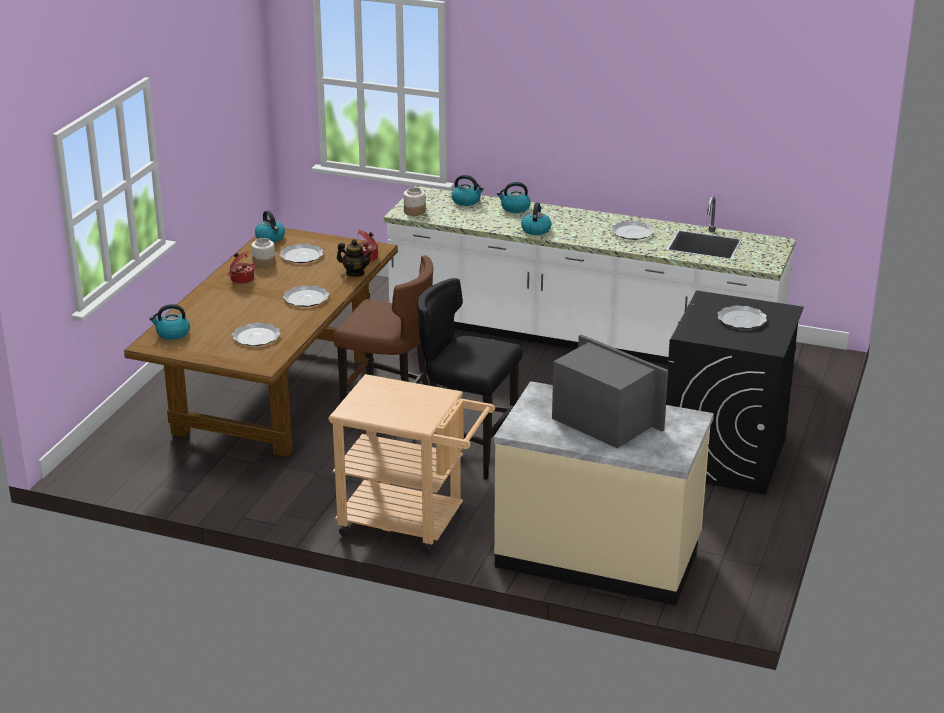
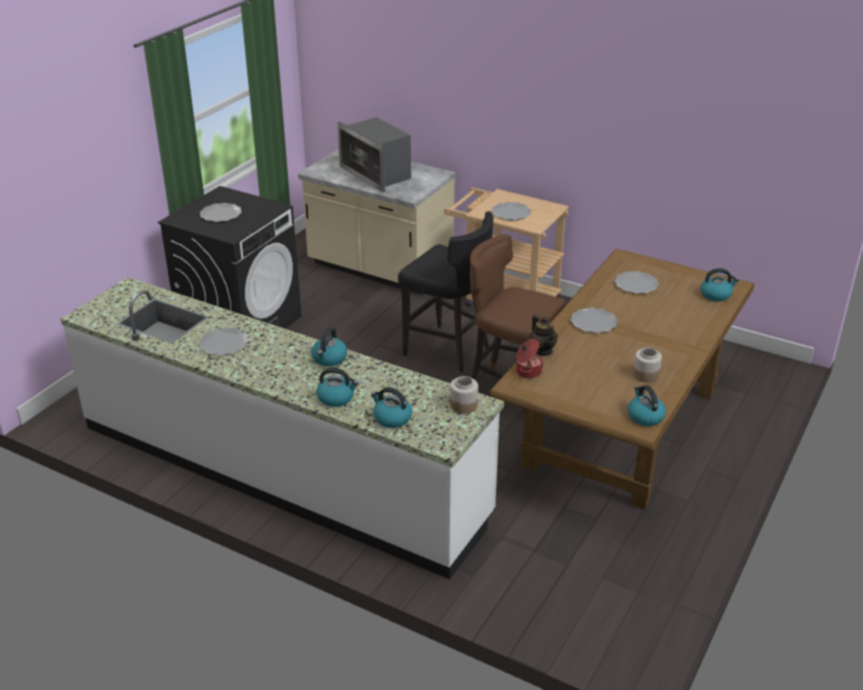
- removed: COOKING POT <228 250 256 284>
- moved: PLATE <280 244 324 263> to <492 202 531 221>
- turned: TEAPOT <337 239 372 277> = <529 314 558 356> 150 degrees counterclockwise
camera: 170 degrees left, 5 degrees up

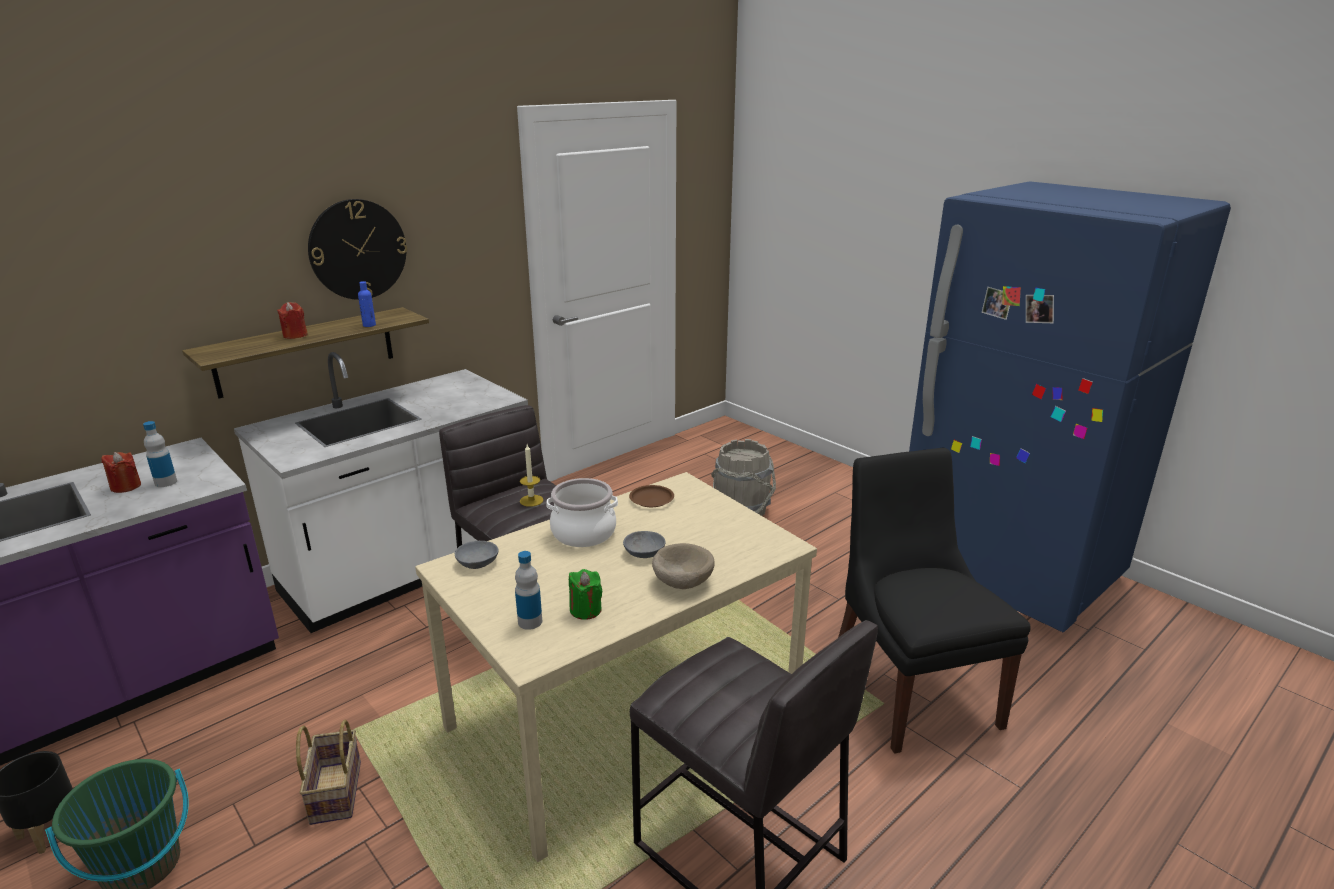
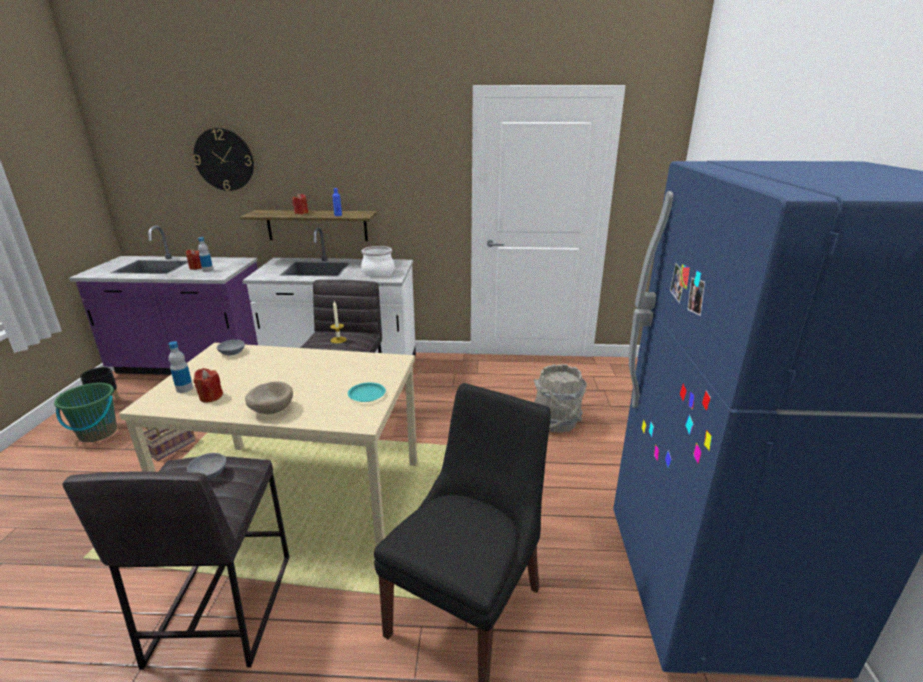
- moved: WALL CLOCK <308 199 407 300> to <193 128 254 191>
- moved: COOKING POT <546 478 618 547> to <361 246 394 277>
- recoloured: GREEN CANDLE <569 569 602 620> to RED CANDLE <193 368 223 403>
- moved: GREY BOWL <623 531 665 558> to <187 453 227 480>
- removed: BROWN PLATE <629 485 674 507>
- added: TURQUOISE PLATE <348 382 386 402>
camera: 45 degrees right, 0 degrees up

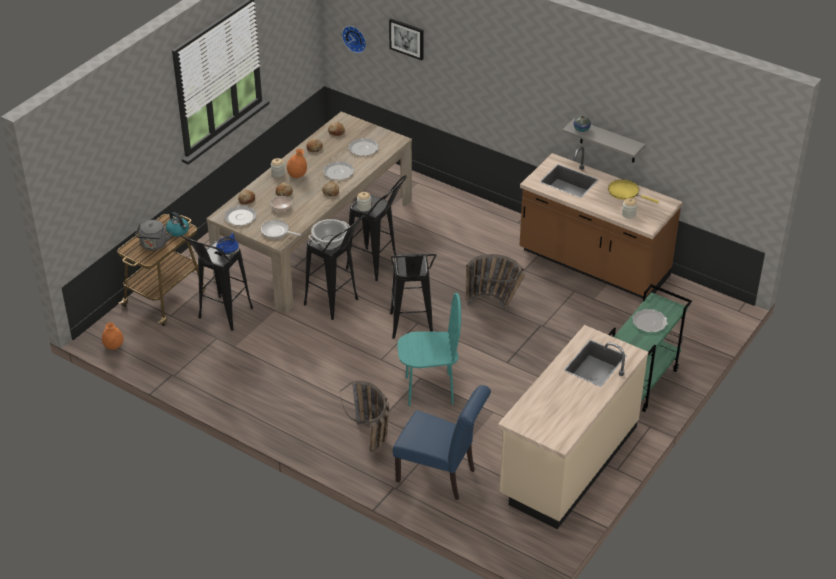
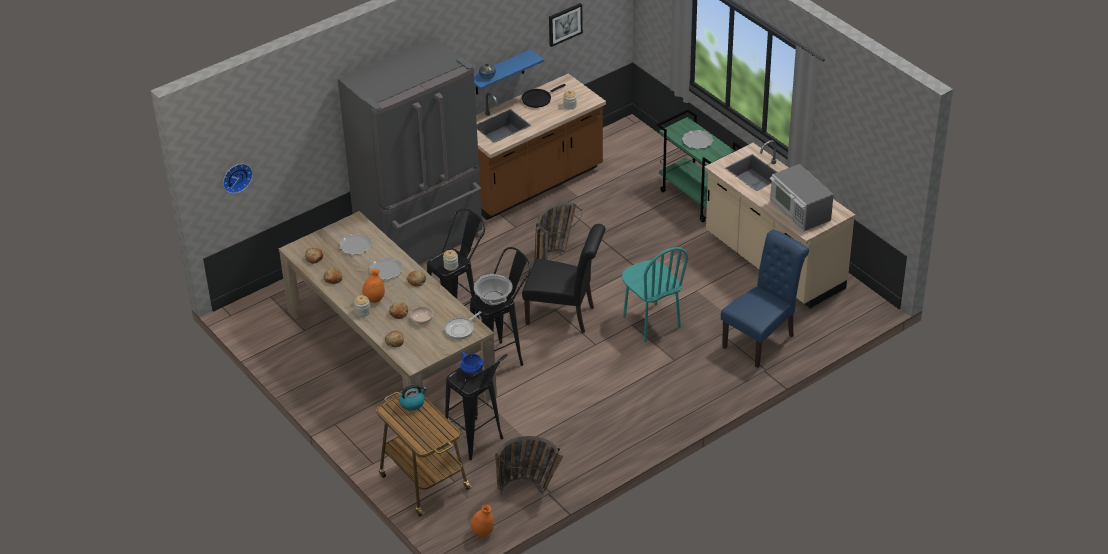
- removed: GREY KETTLE <135 220 171 250>
- removed: PLATE <224 206 257 226>
- moved: BASKET <340 381 389 452> to <495 436 563 495>
- moved: PICTURE <389 19 424 60> to <549 3 583 47>
- replaced: BLACK STOOL <390 254 437 339> to BLACK CHAIR <522 224 606 333>
- turned: TURQUOISE CHAIR <397 293 461 406> = <622 247 688 342> 135 degrees clockwise
- recoloured: GREY SHELF <562 119 645 163> to BLUE SHELF <474 49 544 95>
- recoloured: YELLOW FRYING PAN <608 180 659 203> to BLACK FRYING PAN <521 84 566 108>
- added: GREY FRIDGE <338 38 483 264>
- added: MICROWAVE <770 164 834 231>
camera: 70 degrees left, 0 degrees up

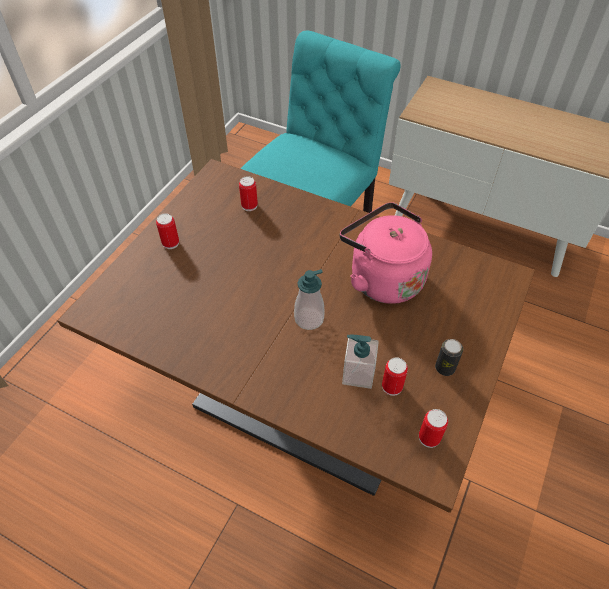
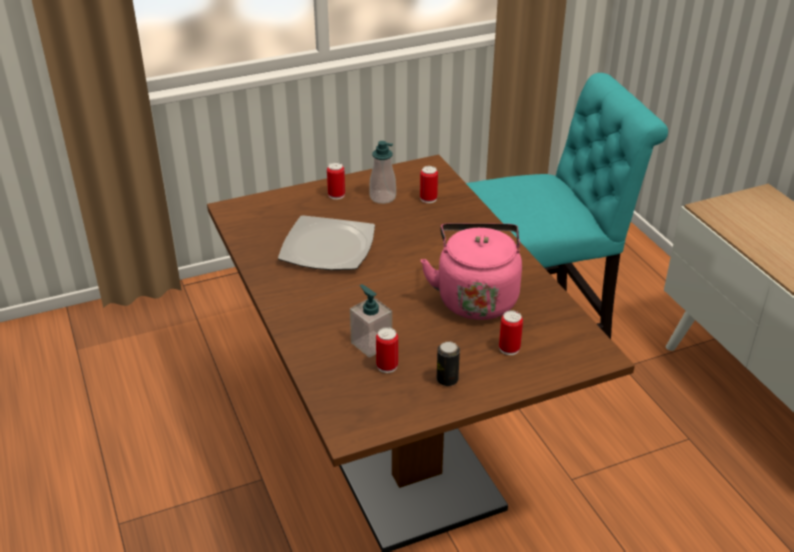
- moved: SOAP DISPENSER <294 269 325 330> to <369 141 396 204>
- moved: CAN <419 409 448 448> to <499 310 523 355>
- added: PLATE <278 215 375 270>
camera: 40 degrees right, 15 degrees down

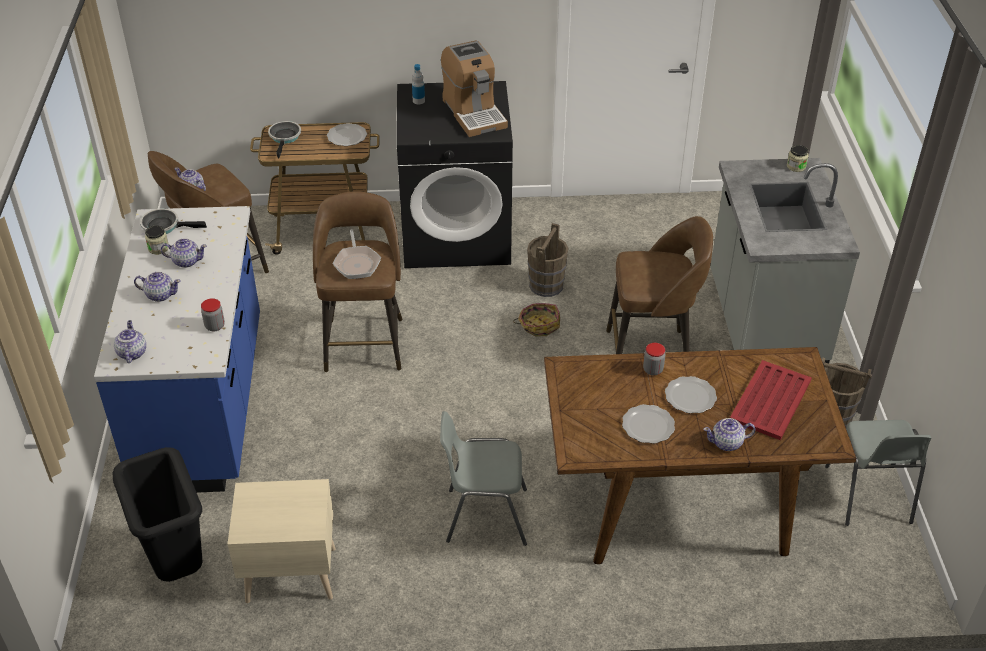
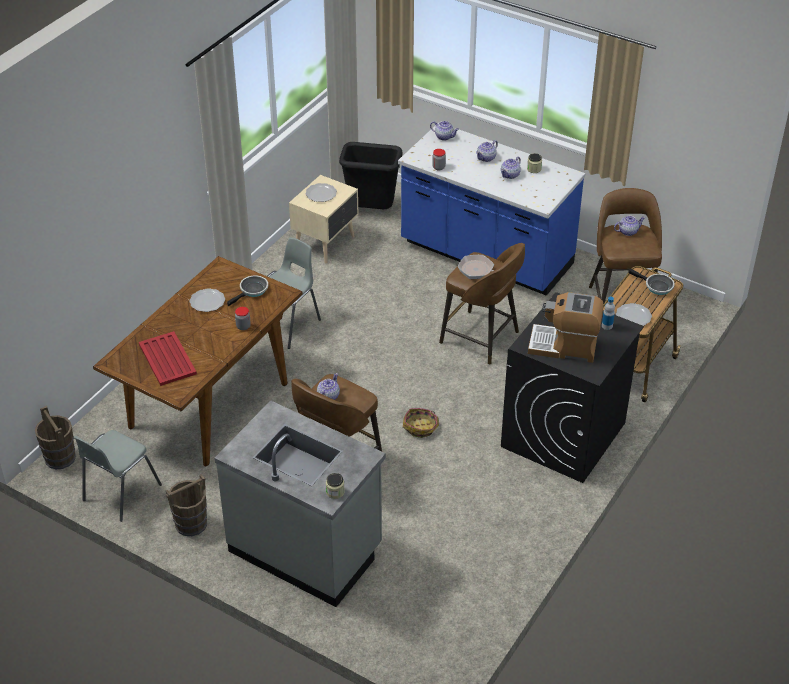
- moved: FRYING PAN <140 208 207 234> to <227 275 268 306>
- moved: BROWN BUCKET <527 223 568 297> to <35 406 76 469>
- moved: PLATE <665 376 717 413> to <306 183 337 202>
- moved: TEAPOT <703 418 756 451> to <317 373 340 400>
- turned: GREY CHAIR <825 420 932 526> = <74 430 162 522> 90 degrees counterclockwise
camera: 125 degrees right, 0 degrees up

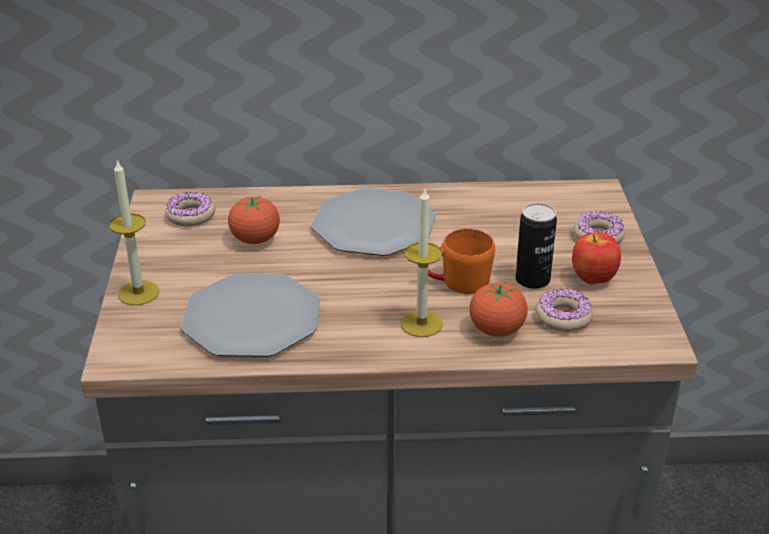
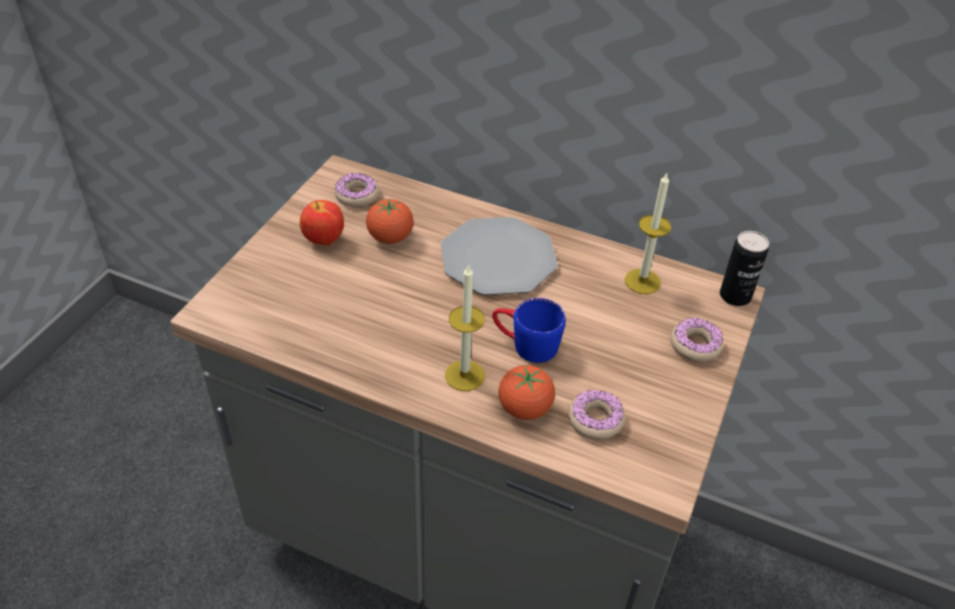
- moved: CANDLE <109 159 159 305> to <625 173 672 294>
- removed: PLATE <180 273 320 357>
- recoloured: ORANGE MUG <428 228 495 294> to BLUE MUG <492 298 566 363>
- moved: CAN <515 203 557 289> to <720 231 769 306>
- moved: APPLE <572 232 621 284> to <300 200 344 246>
camera: 25 degrees right, 10 degrees up

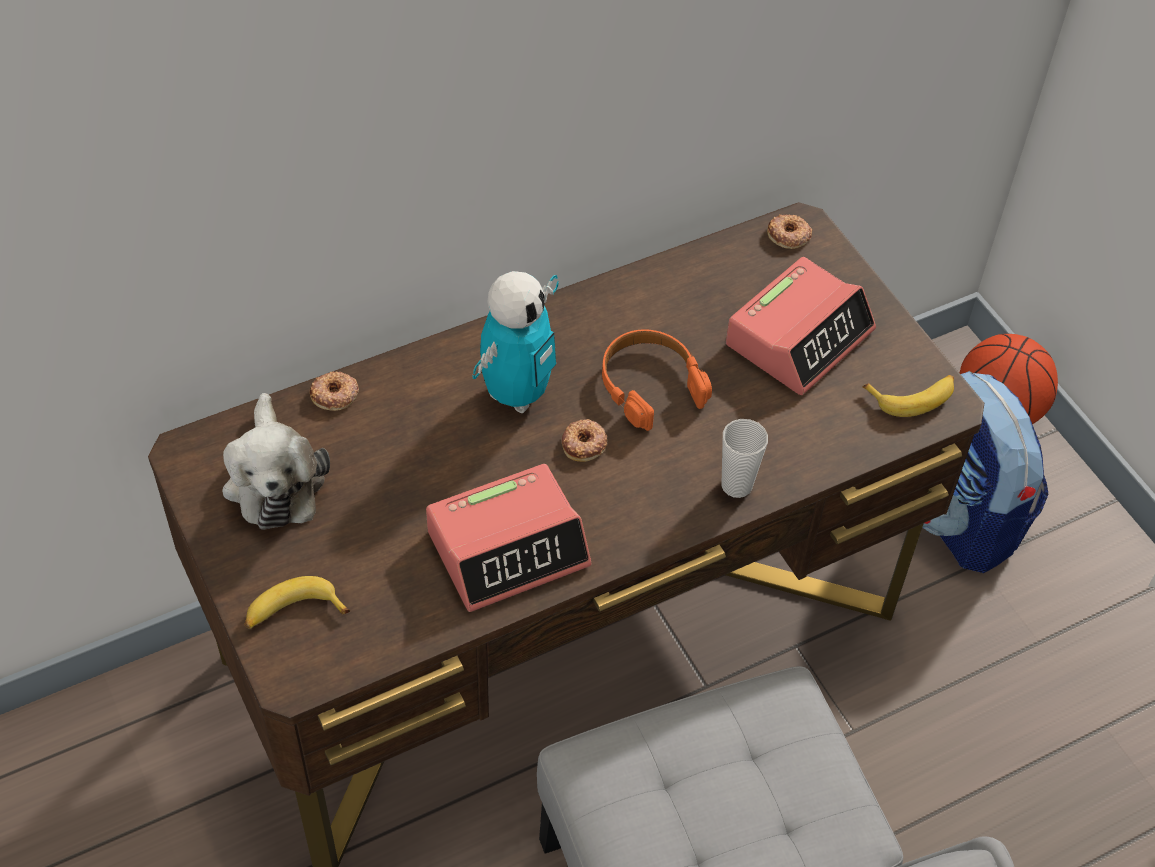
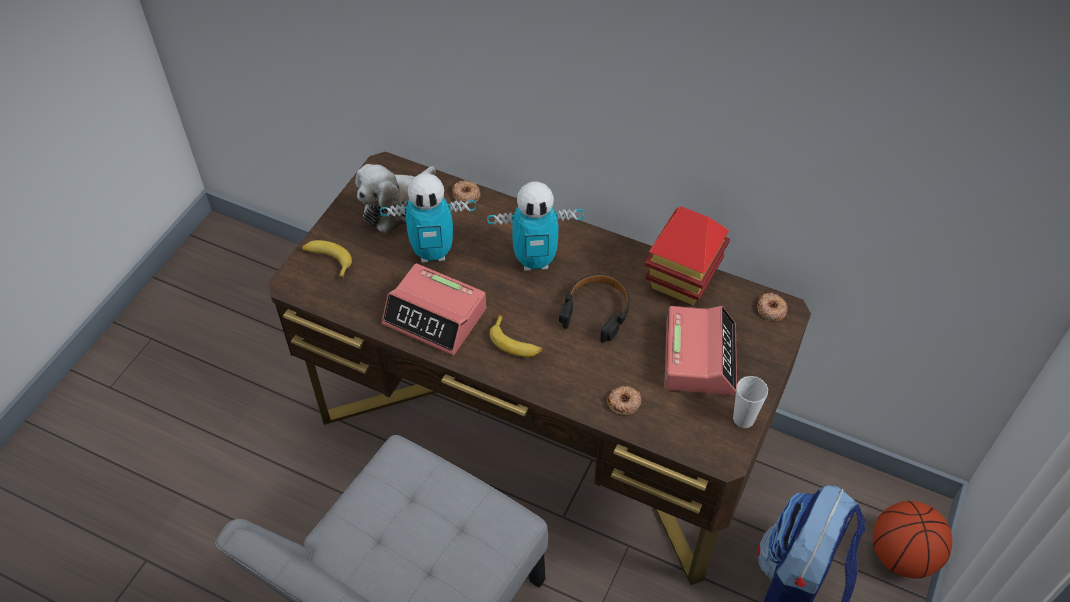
- moved: DONUT <562 419 607 462> to <607 386 642 415>
- recoloured: ORANGE HEADPHONES <602 329 712 431> to BLACK HEADPHONES <559 274 630 343>
- moved: CUP <721 419 768 498> to <733 376 768 428>
- turned: ALARM CLOCK <726 257 876 395> = <664 306 737 395> 90 degrees counterclockwise
- moved: BANANA <862 375 954 417> to <490 314 543 357>
- added: TOY ROBOT <380 173 476 262>
- added: TOY HOUSE <645 206 730 305>
camera: 55 degrees right, 0 degrees up

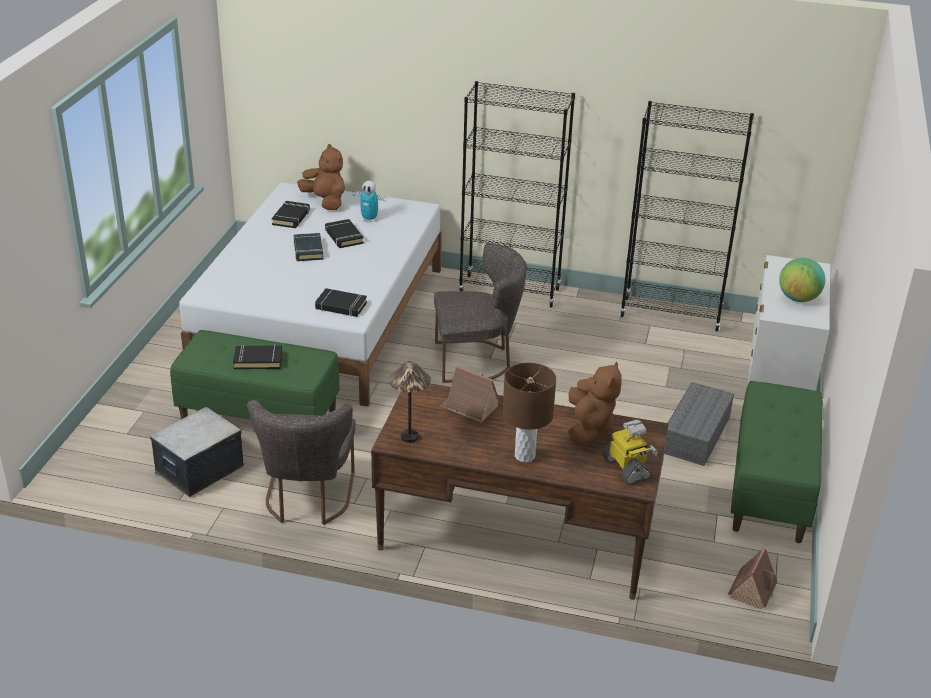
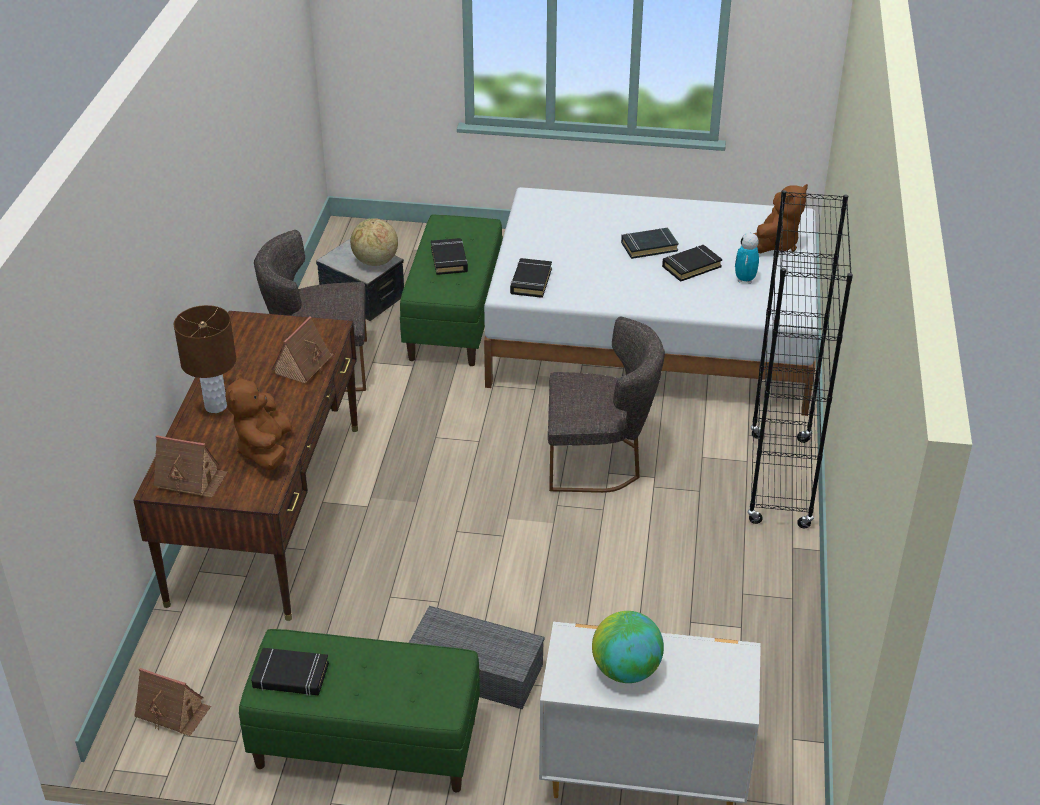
- moved: BLACK BOOK <272 201 310 228> to <251 648 329 696>
- removed: TABLE LAMP <389 361 431 443>
- turned: GREY CHAIR <434 243 527 383> = <548 317 665 493> 75 degrees counterclockwise
- turned: BROWN PLUSH TOY <568 361 622 446> = <225 373 292 470> 90 degrees clockwise
- replaced: TOY ROBOT <602 420 658 485> to TOY HOUSE <154 435 227 498>
- removed: BLACK BOOKCASE <620 101 754 331>
- added: GLOBE <350 218 398 266>
camera: 85 degrees right, 5 degrees up

